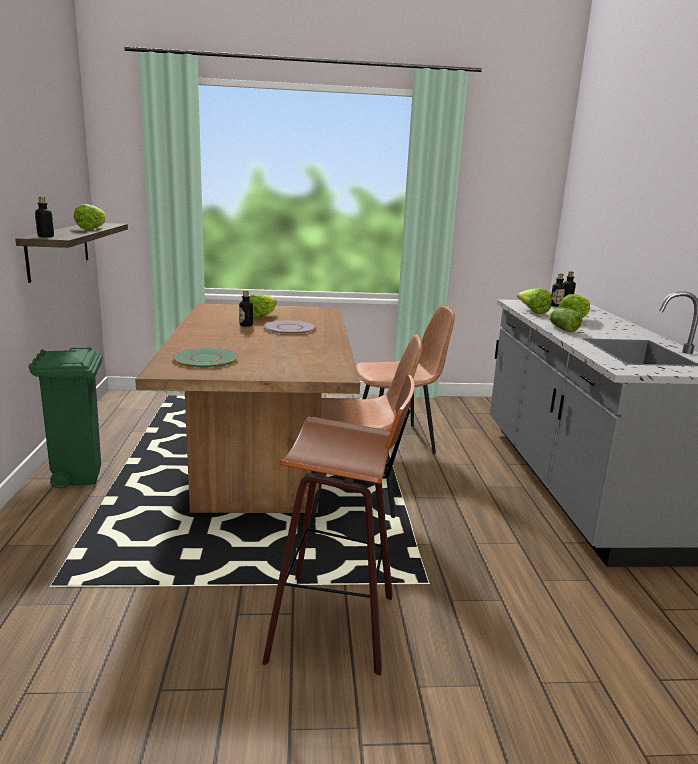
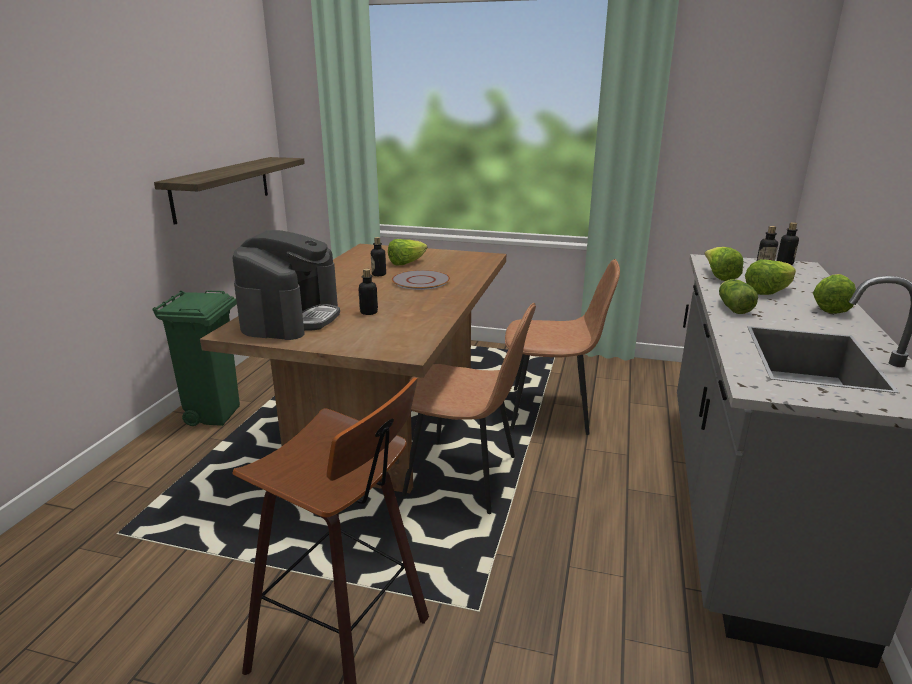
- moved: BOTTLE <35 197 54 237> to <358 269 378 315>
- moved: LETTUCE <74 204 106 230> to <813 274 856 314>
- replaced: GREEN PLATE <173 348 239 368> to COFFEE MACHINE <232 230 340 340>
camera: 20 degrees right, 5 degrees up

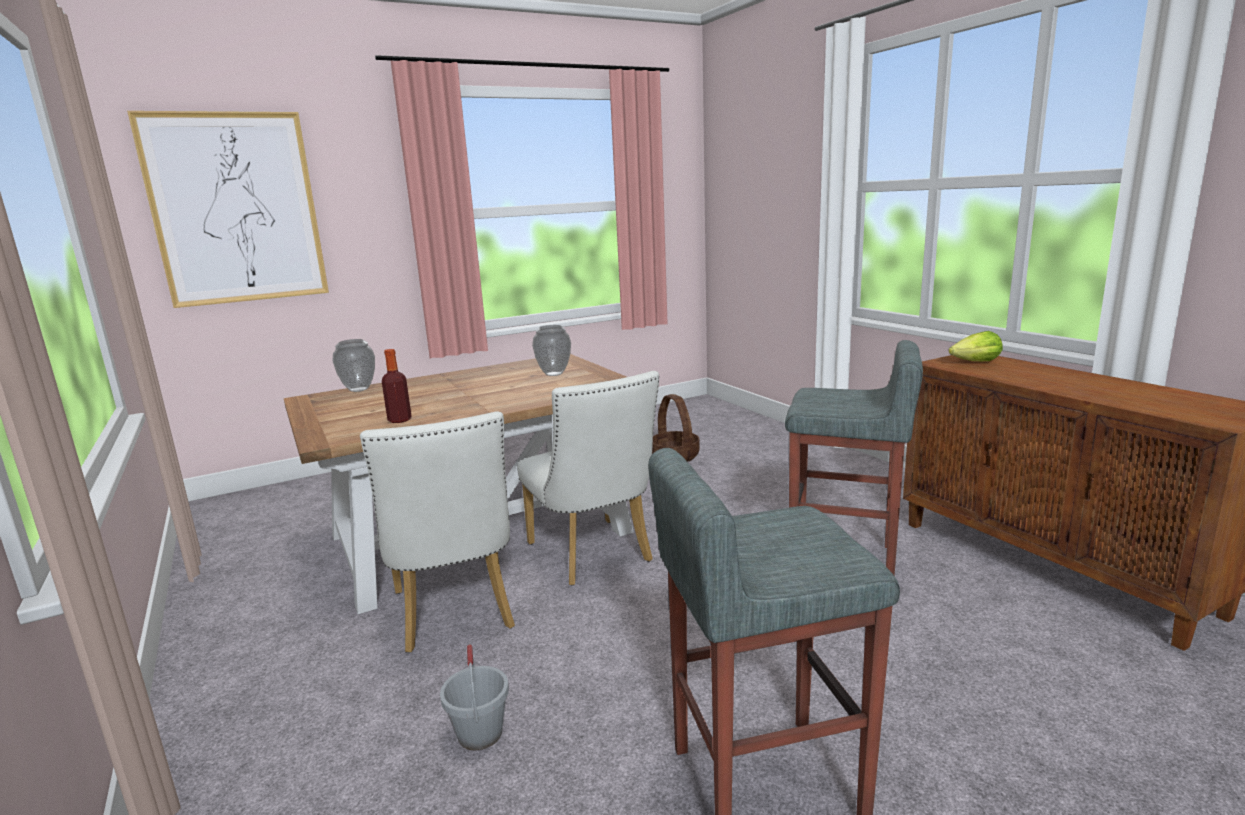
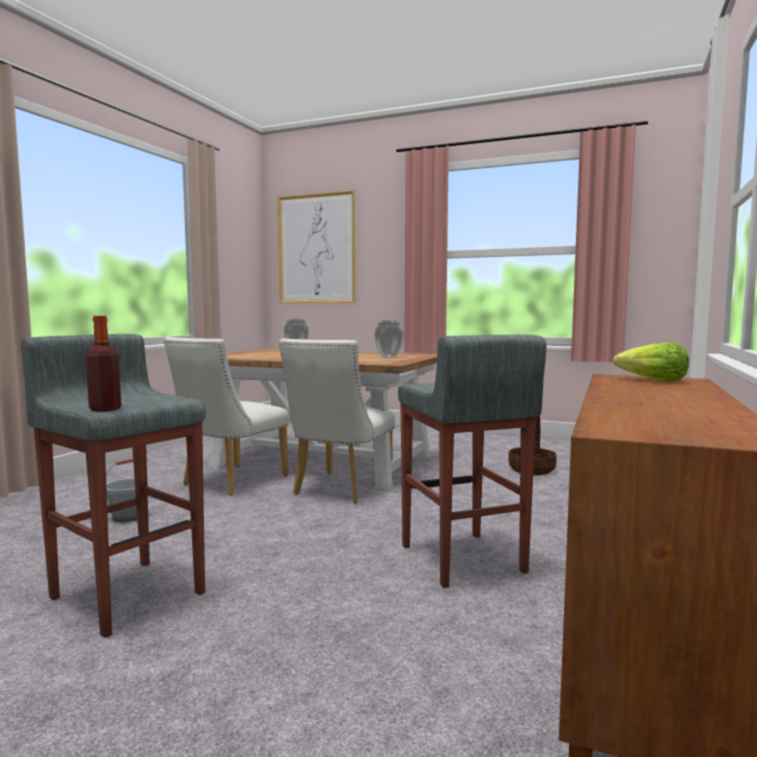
- moved: BOTTLE <382 349 412 423> to <86 316 121 412>
camera: 50 degrees right, 10 degrees down

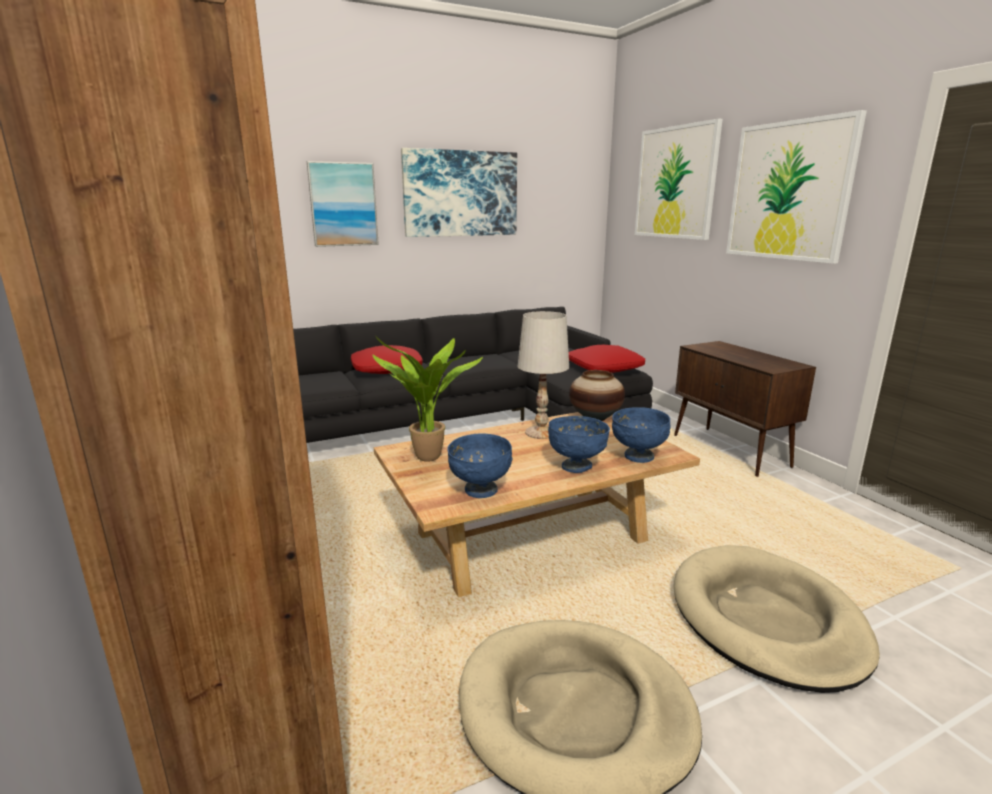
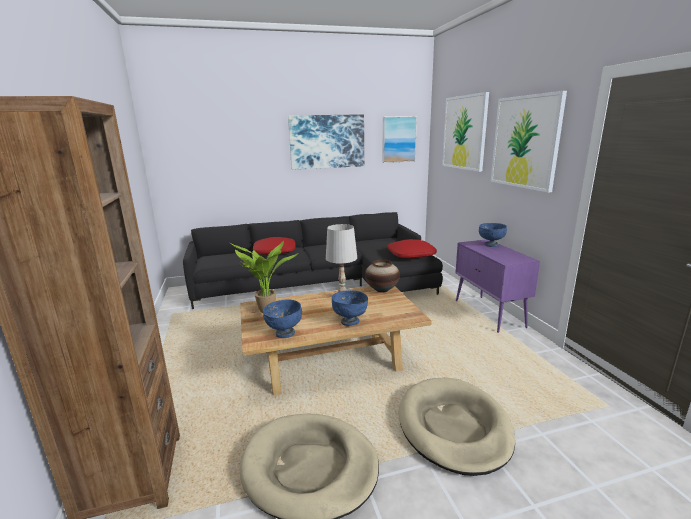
- moved: PICTURE <307 161 379 247> to <382 116 417 163>
- moved: BLUE BOWL <612 407 671 463> to <479 223 507 247>
- recoloured: BROWN CABINET <674 341 816 477> to PURPLE CABINET <455 239 540 333>
camera: 10 degrees right, 0 degrees up

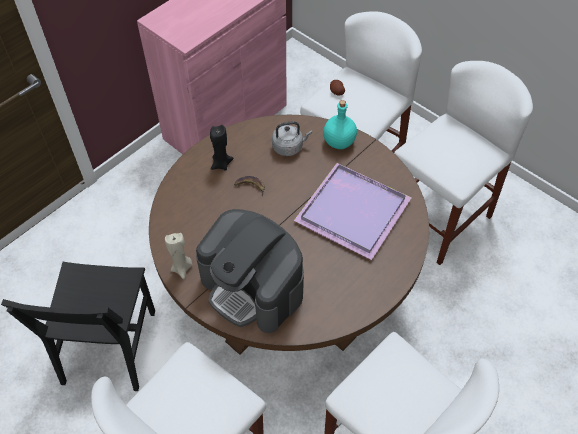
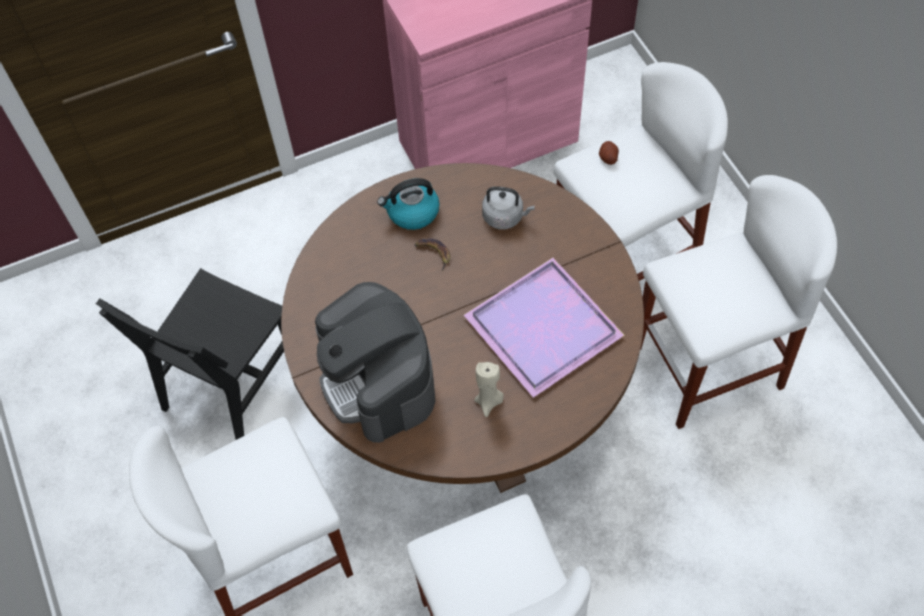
- moved: BEIGE CANDLE <165 233 192 279> to <474 362 504 417>
- replaced: BLACK CANDLE <210 125 234 170> to KETTLE <377 178 440 230>
- removed: TURQUOISE BOTTLE <323 100 357 149>
camera: 25 degrees right, 5 degrees up

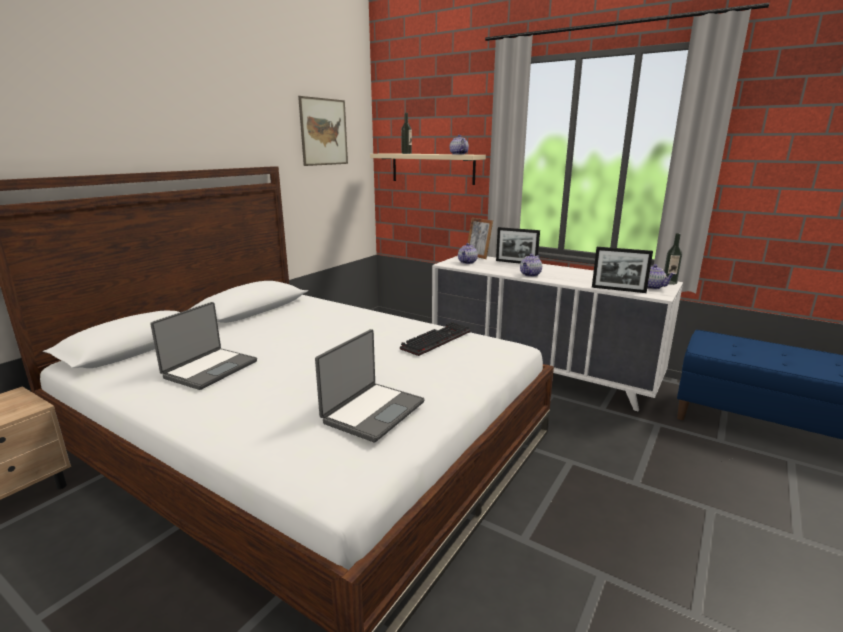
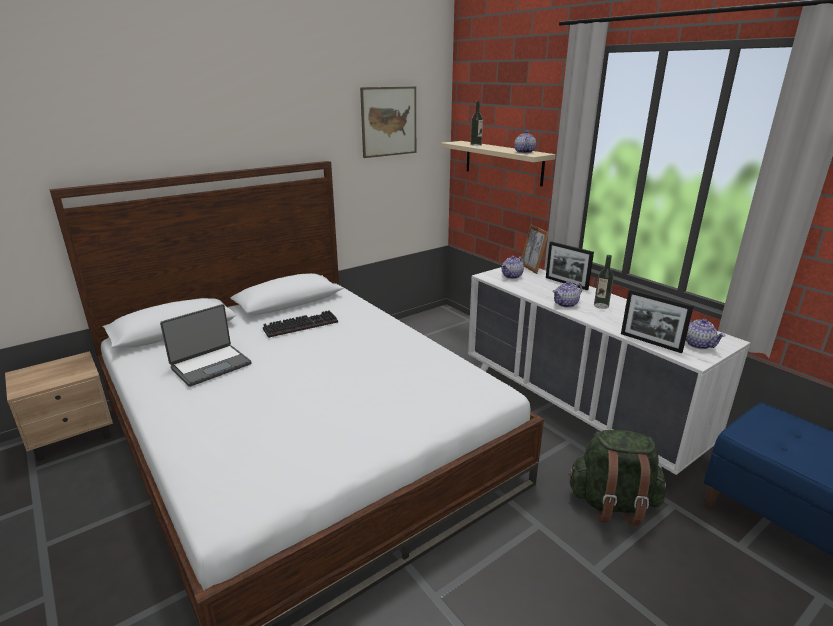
- removed: LAPTOP <315 329 425 442>
- moved: KEYBOARD <400 322 470 356> to <263 310 338 338>
- moved: BOTTLE <664 233 682 285> to <594 255 614 309>
- added: GREEN BACKPACK <568 430 666 526>
camera: 20 degrees right, 5 degrees up

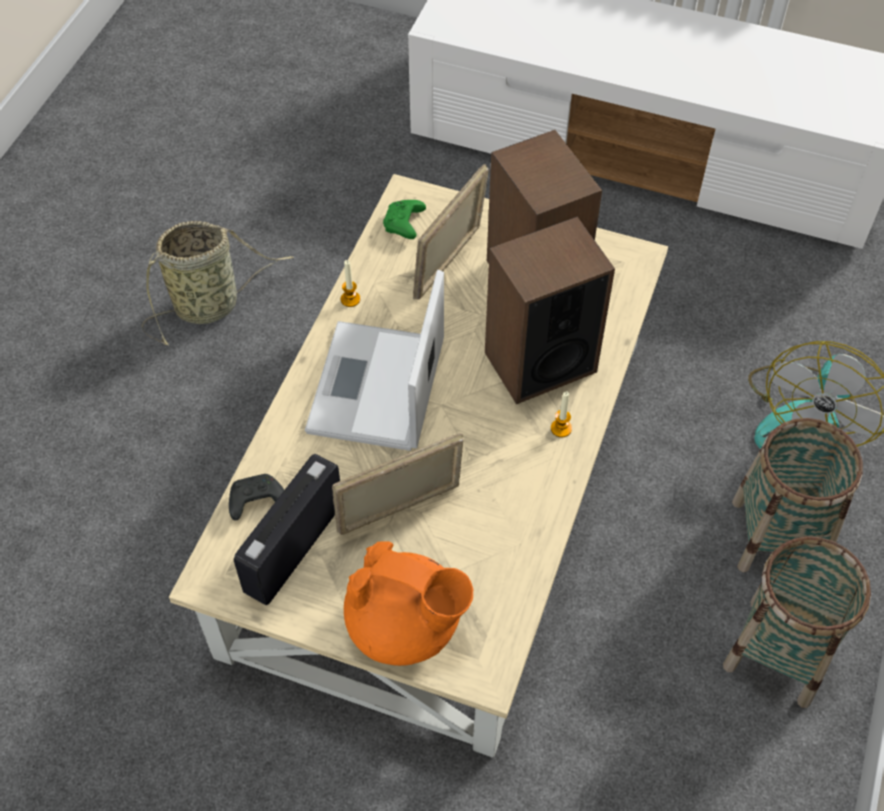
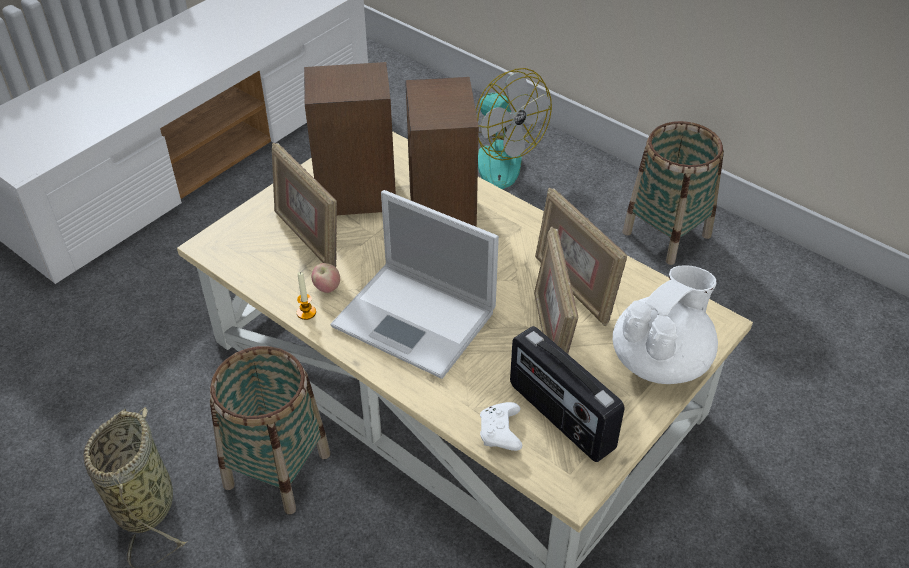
- recoloured: BLACK GAME CONTROLLER <229 474 284 521> to WHITE GAME CONTROLLER <480 402 522 451>
- recoloured: ORANGE TEAPOT <344 541 474 666> to WHITE TEAPOT <613 265 718 384>
- removed: GREEN GAME CONTROLLER <383 200 426 239>
- removed: CANDLE <551 392 572 437>
- moved: BASKET <732 418 863 572> to <210 346 330 514>
- added: APPLE <312 263 340 293>
- added: PICTURE FRAME <535 188 627 326>
camera: 70 degrees left, 10 degrees down

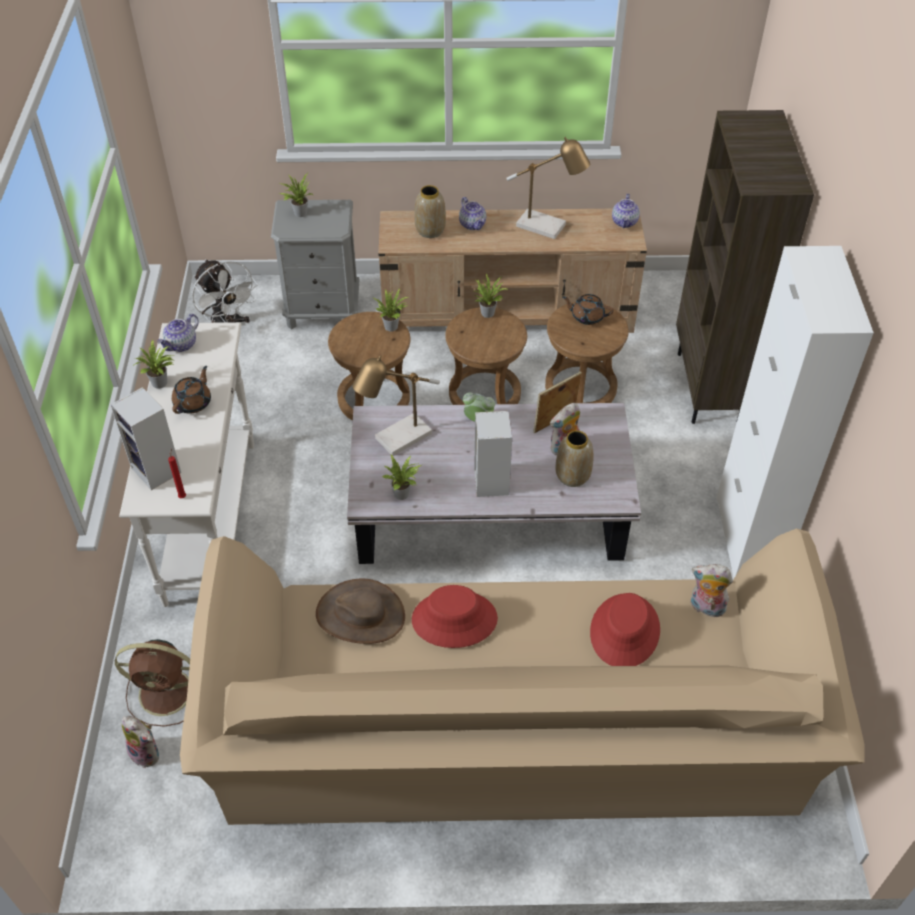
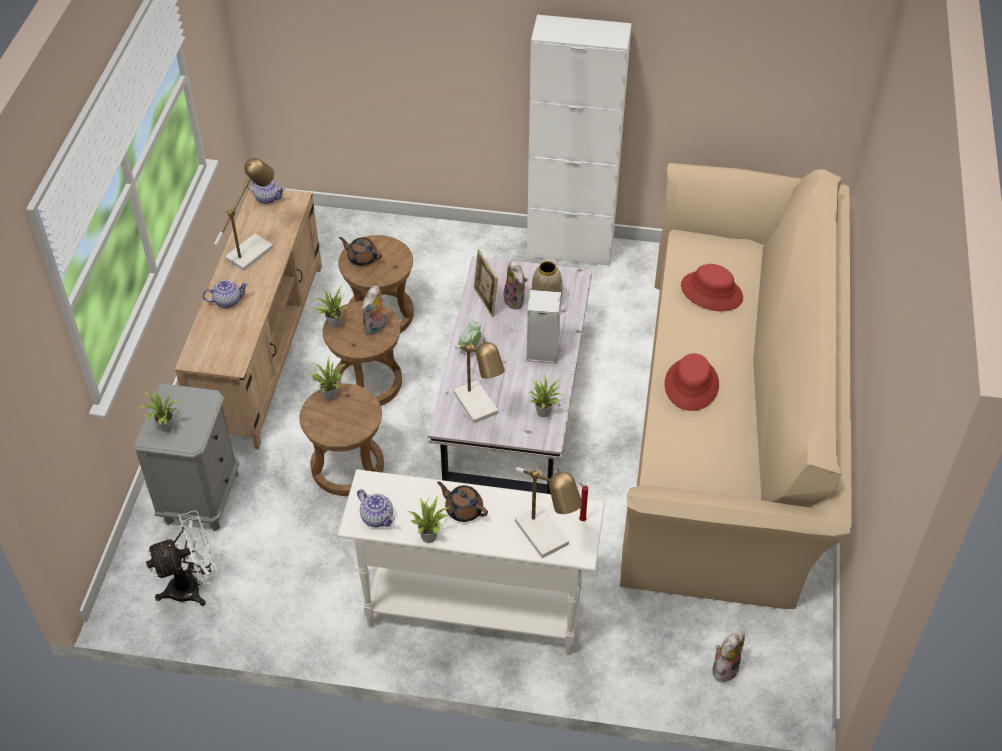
- replaced: SPEAKER <110 387 181 490> to TABLE LAMP <515 467 582 558>
- removed: BROWN FAN <115 639 190 727>
- removed: BROWN HAT <316 578 405 644>
- removed: VASE <414 185 446 238>
- turned: BROWN TEAPOT <562 294 614 325> = <339 237 382 266> 90 degrees clockwise
- removed: BROWN BOOKCASE <676 110 814 424>
- moved: PLUSH TOY <691 564 733 617> to <362 286 387 335>
camera: 80 degrees left, 0 degrees up

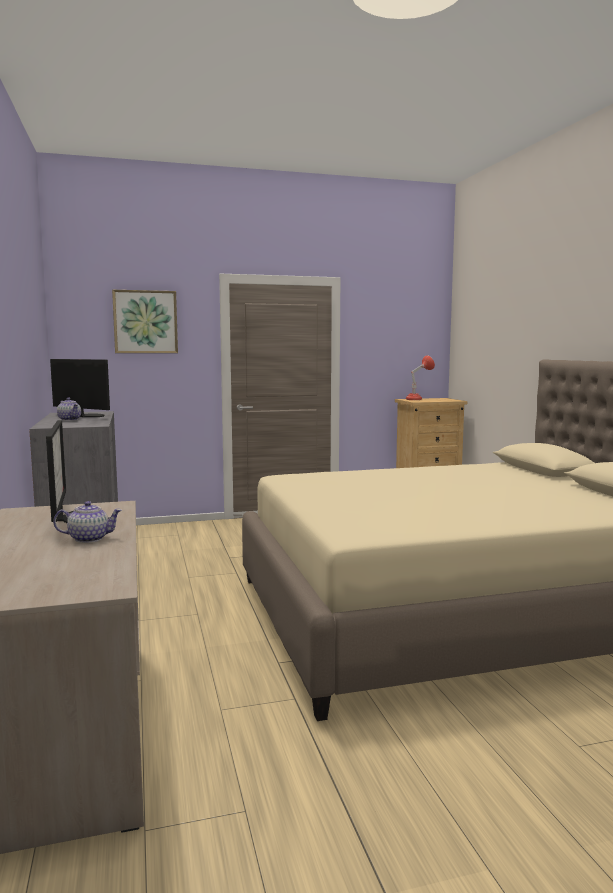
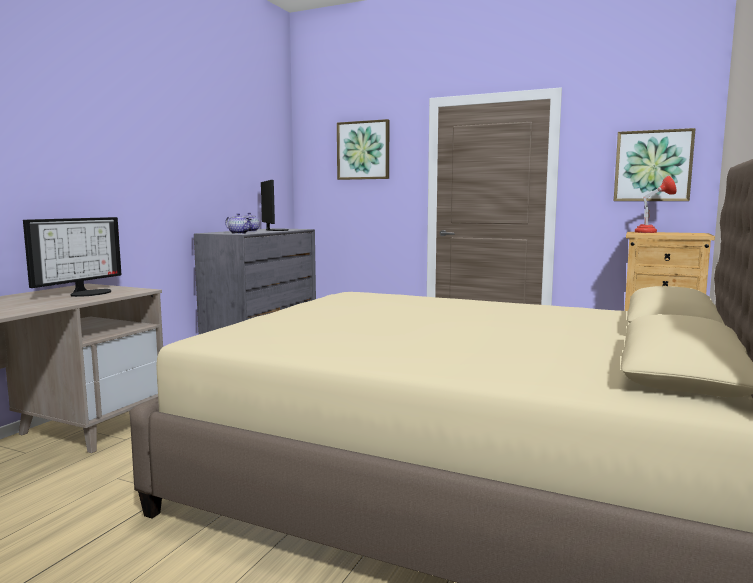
- moved: TEAPOT <53 501 122 543> to <225 213 252 234>
- added: PICTURE <614 128 696 201>
camera: 40 degrees right, 0 degrees up

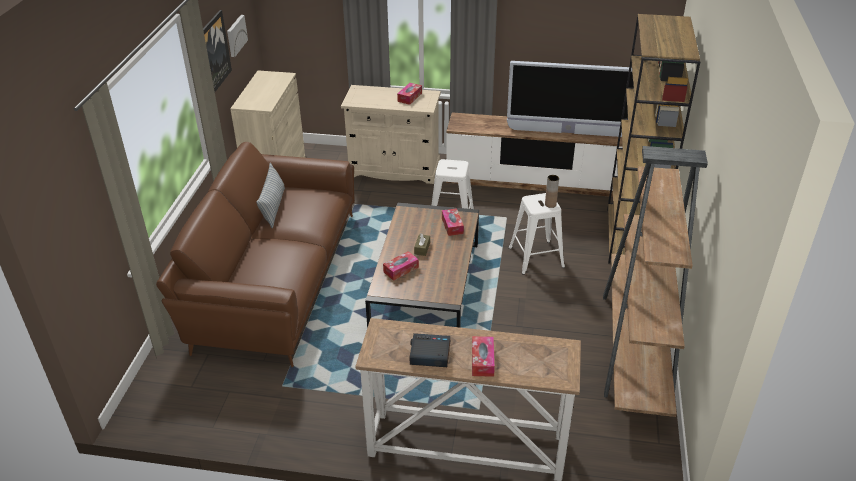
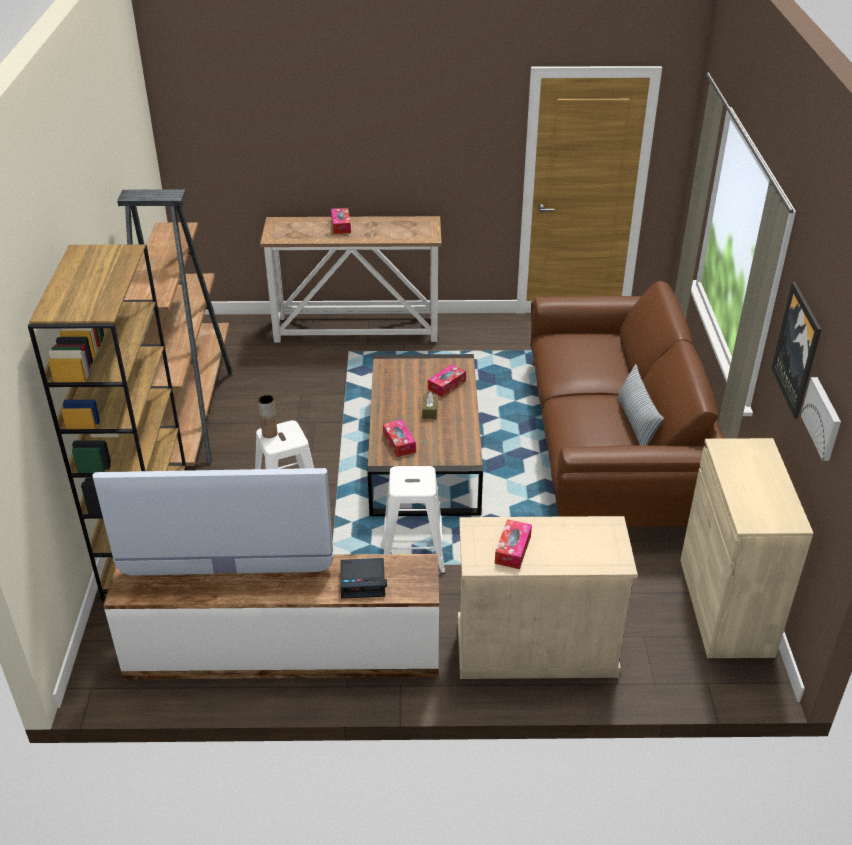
- moved: ALARM CLOCK <410 333 450 367> to <341 558 387 599>
camera: 170 degrees right, 0 degrees up

